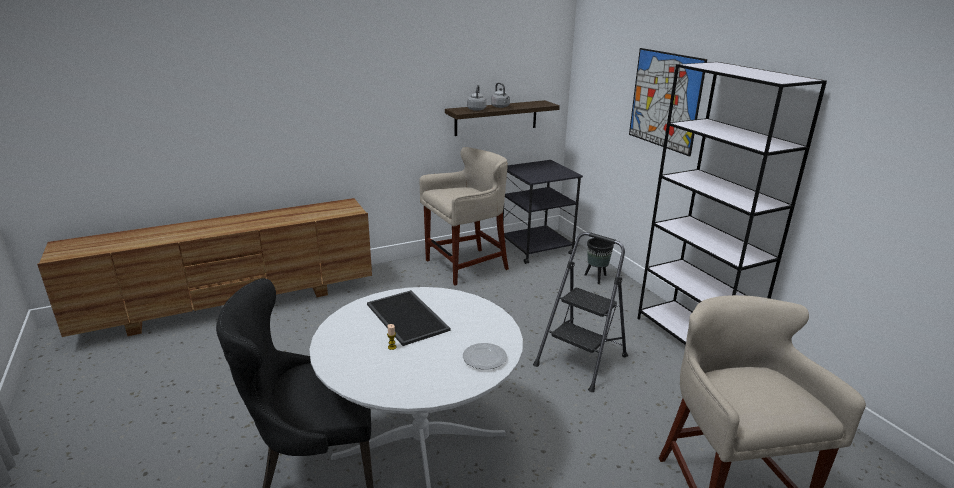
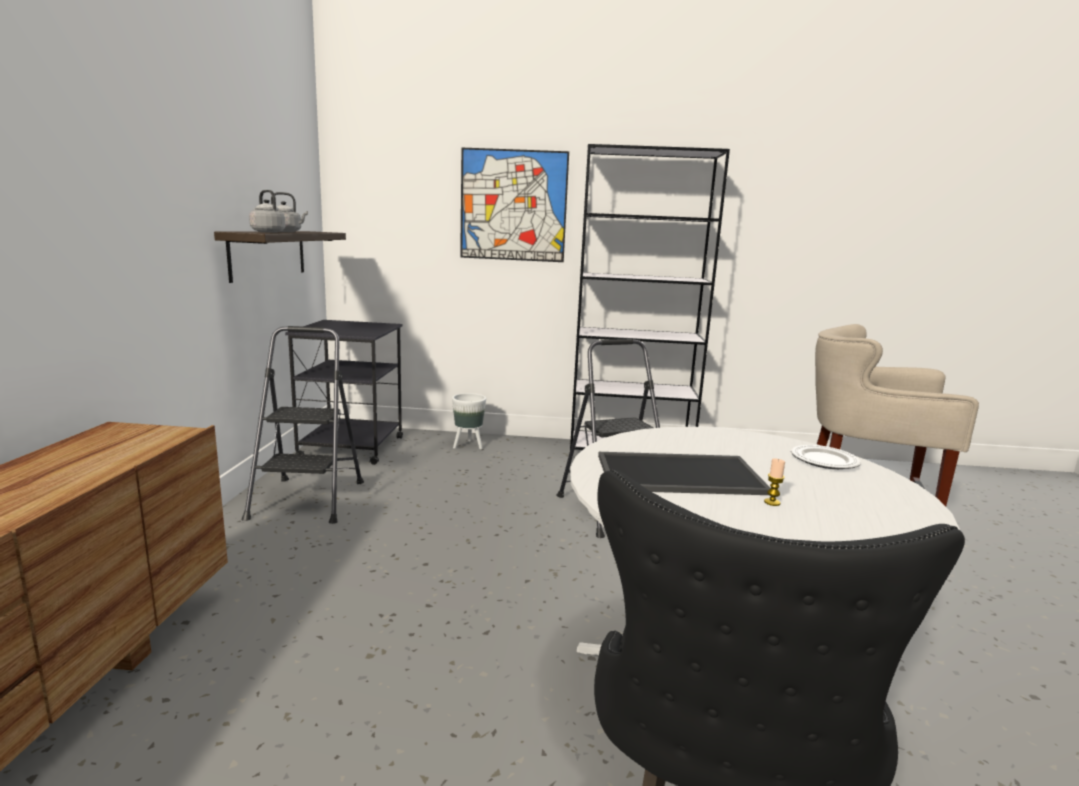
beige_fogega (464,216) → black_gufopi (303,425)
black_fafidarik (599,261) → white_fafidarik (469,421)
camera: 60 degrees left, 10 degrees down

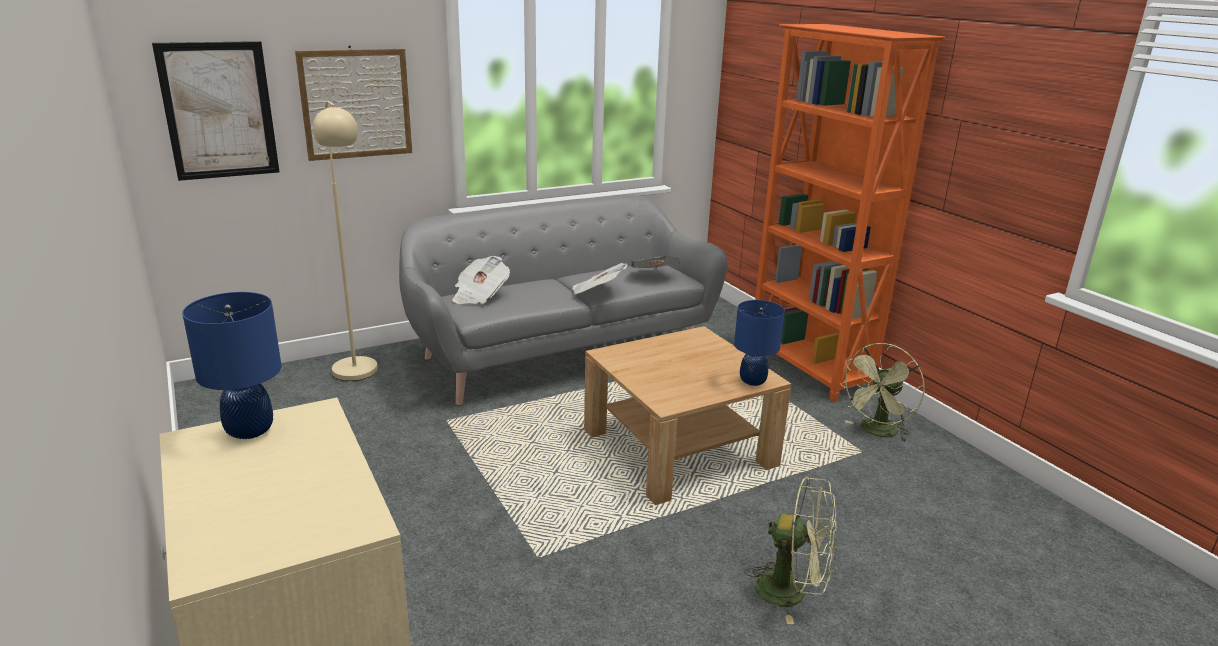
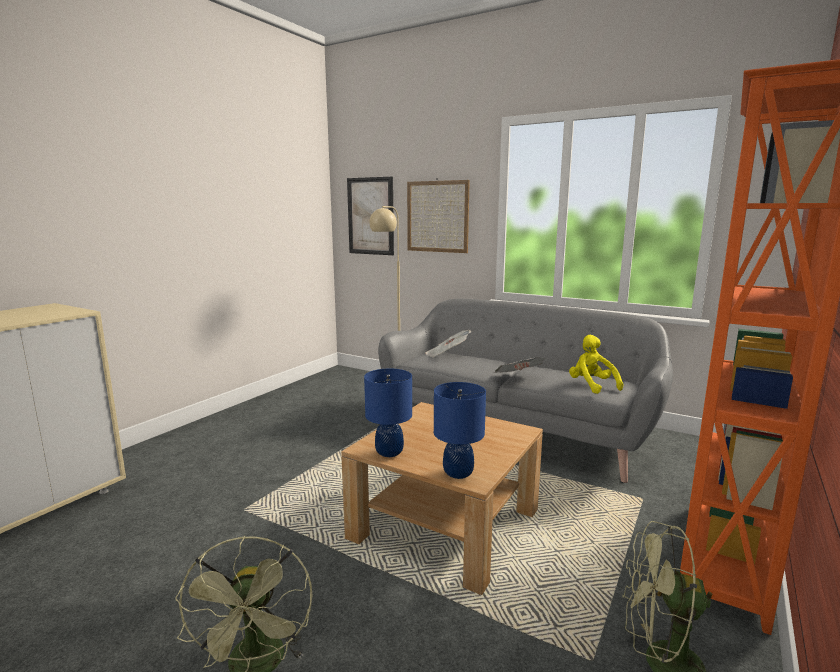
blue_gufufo (232,365) → blue_gufufo (388,413), relocated
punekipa (656,262) → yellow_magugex (596,364)
camera: 60 degrees right, 10 degrees down

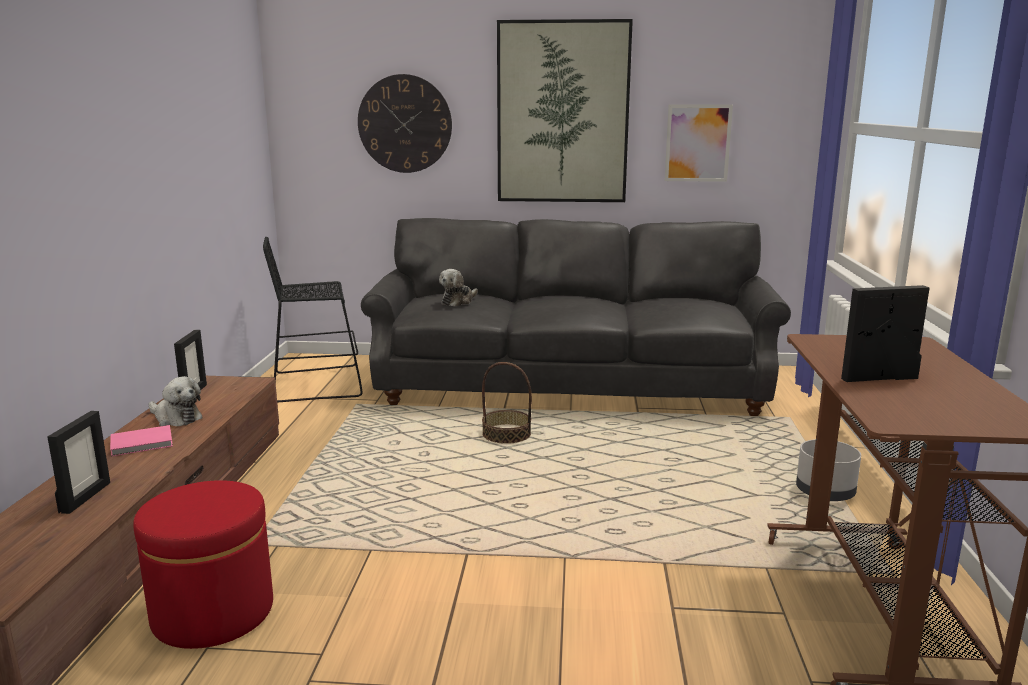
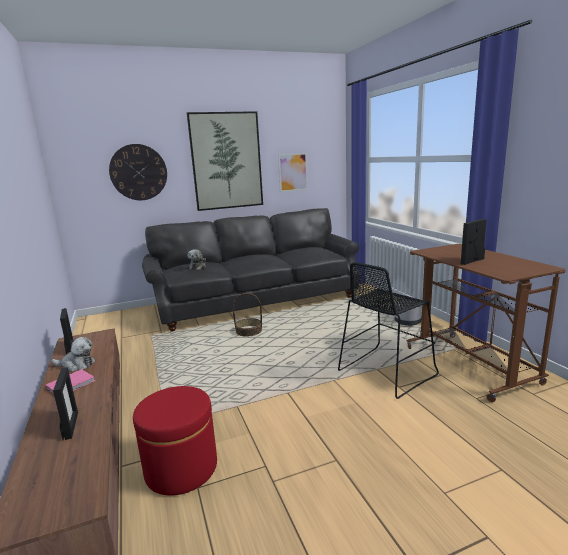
black_fogega (312,319) → black_fogega (388,330), relocated
camera: 25 degrees left, 0 degrees up

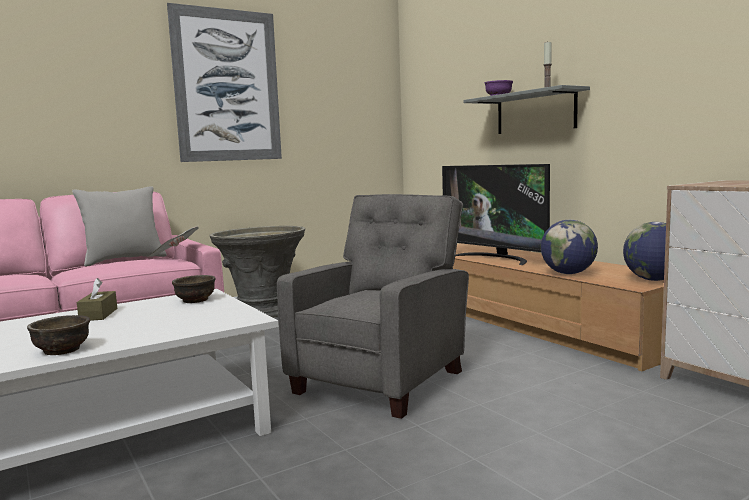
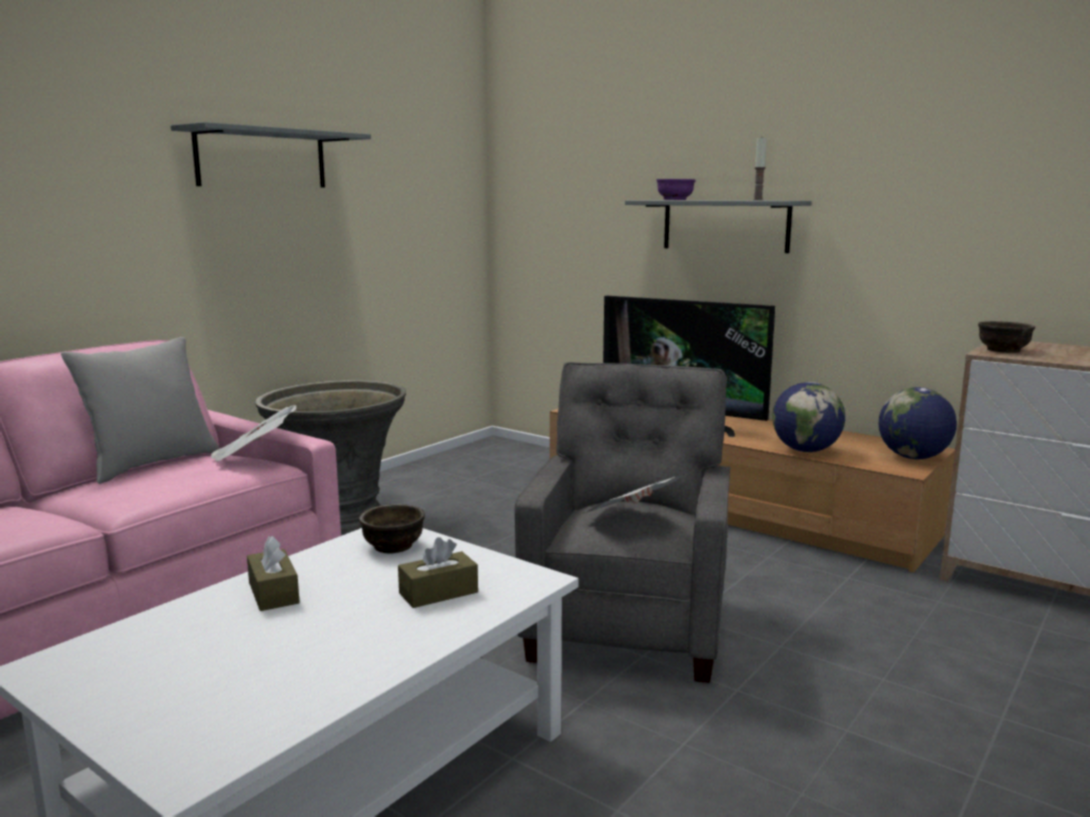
- → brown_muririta (438,572)
- → punekipa (632,495)
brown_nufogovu (58,335) → brown_nufogovu (1006,337), relocated
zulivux (224,82) → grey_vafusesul (271,155)
camera: 20 degrees left, 5 degrees up

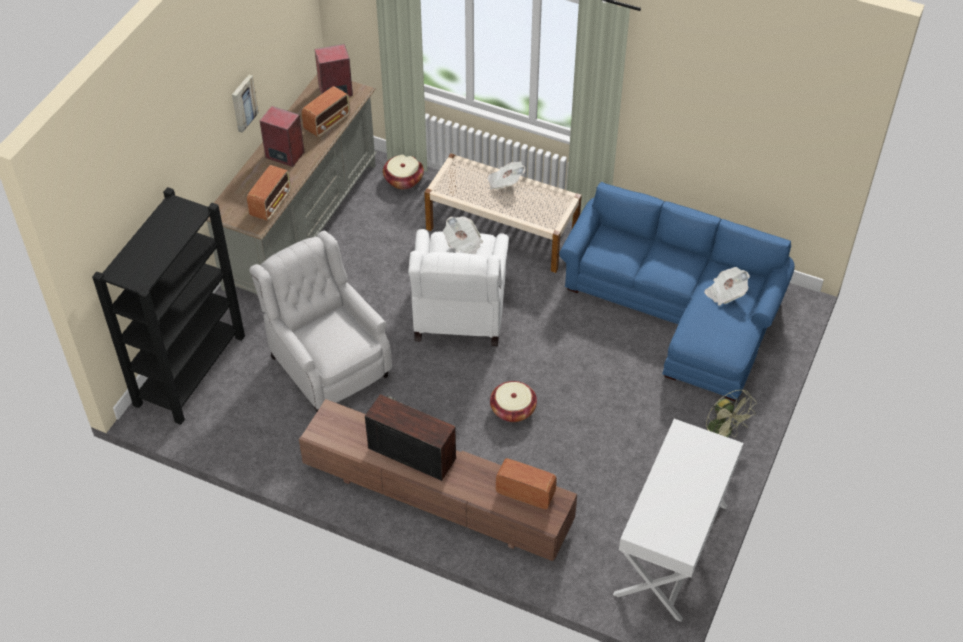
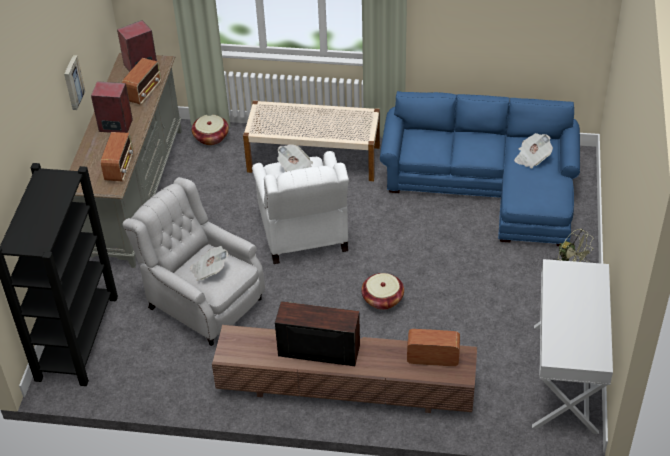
punekipa (506,175) → punekipa (209,263), relocated
camera: 15 degrees left, 5 degrees down

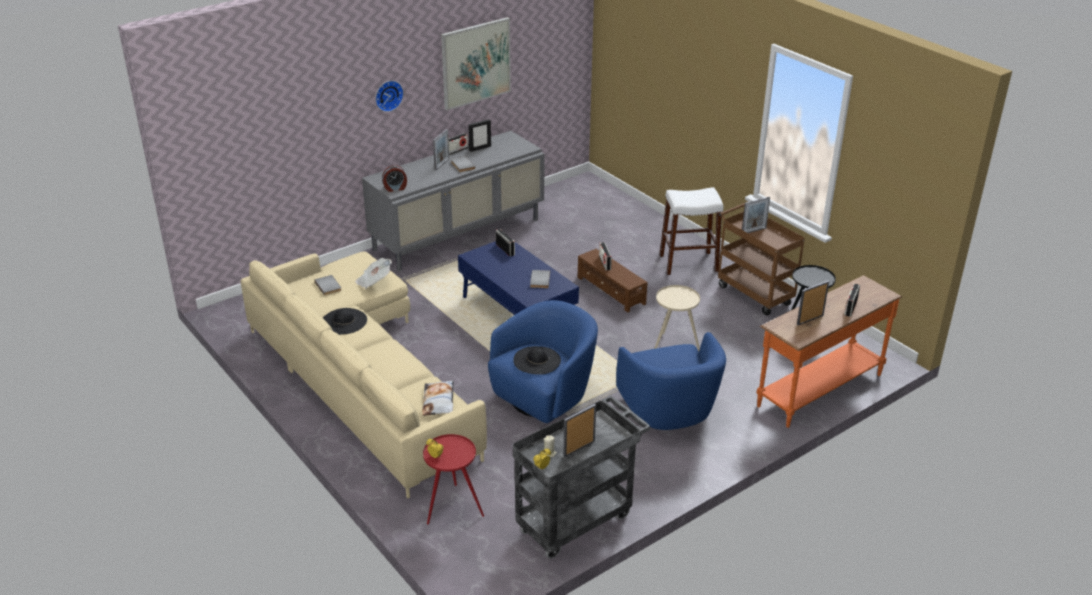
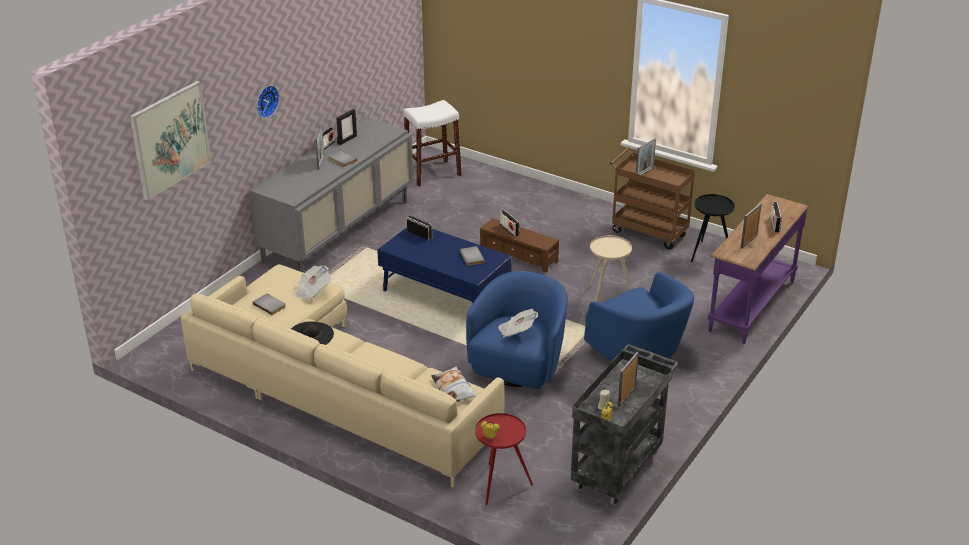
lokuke (394,178) → -
zulivux (476,63) → zulivux (170,140), relocated
white_fogega (692,231) → white_fogega (432,143), relocated
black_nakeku (537,360) → punekipa (518,323)
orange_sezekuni (829,351) → purple_sezekuni (758,269)
camera: 20 degrees left, 0 degrees up

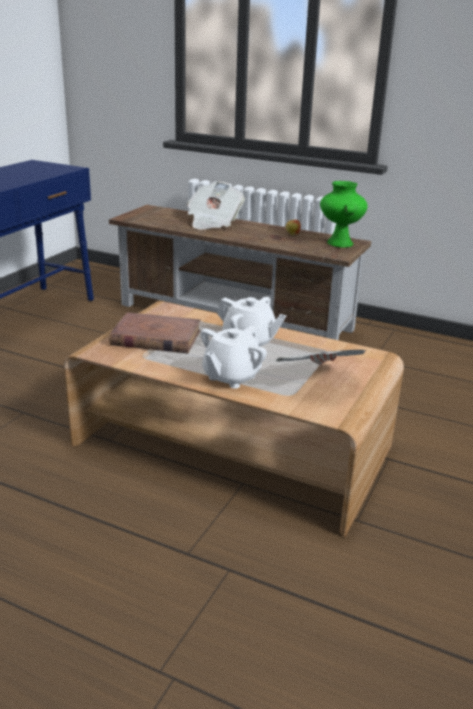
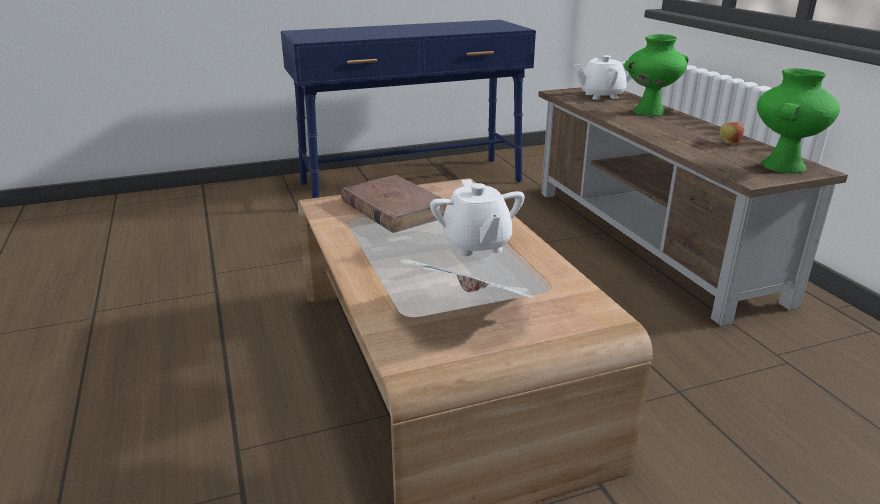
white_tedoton (234,357) → white_tedoton (603,77), relocated
punekipa (216,206) → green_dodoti (656,75)
camera: 45 degrees right, 0 degrees up

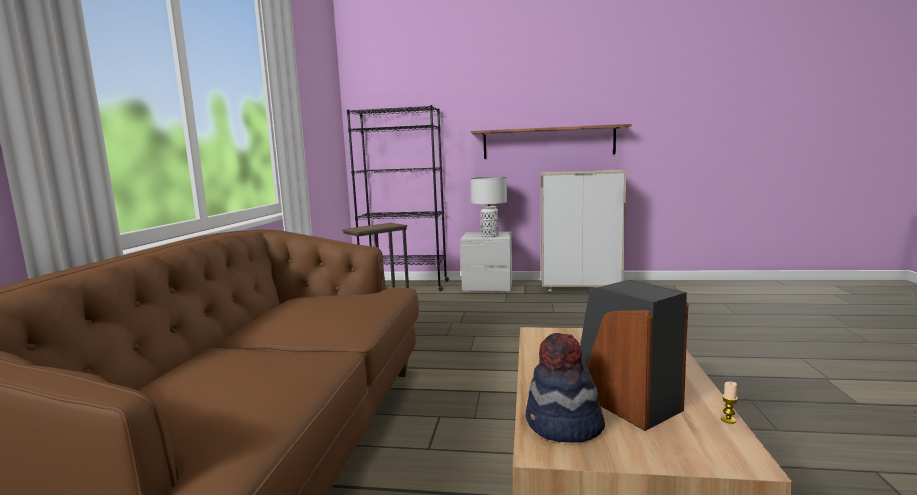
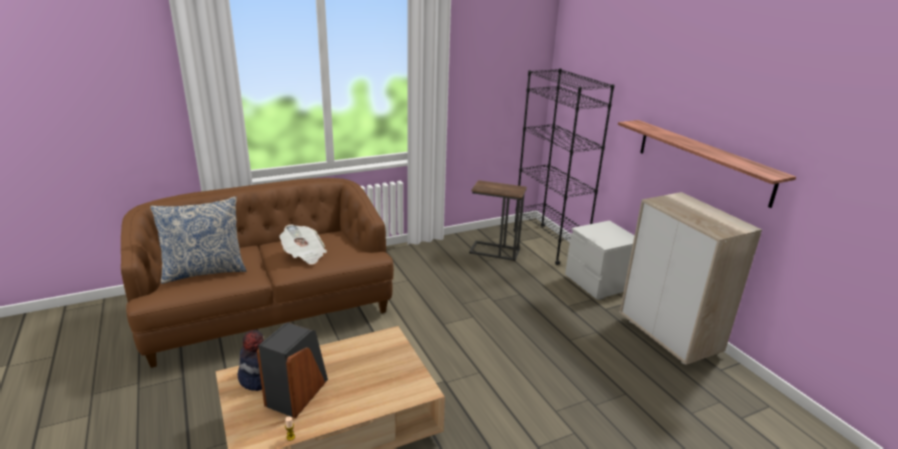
white_gufufo (489,207) → -
- → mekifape (198,240)
- → punekipa (303,244)
camera: 55 degrees right, 15 degrees up

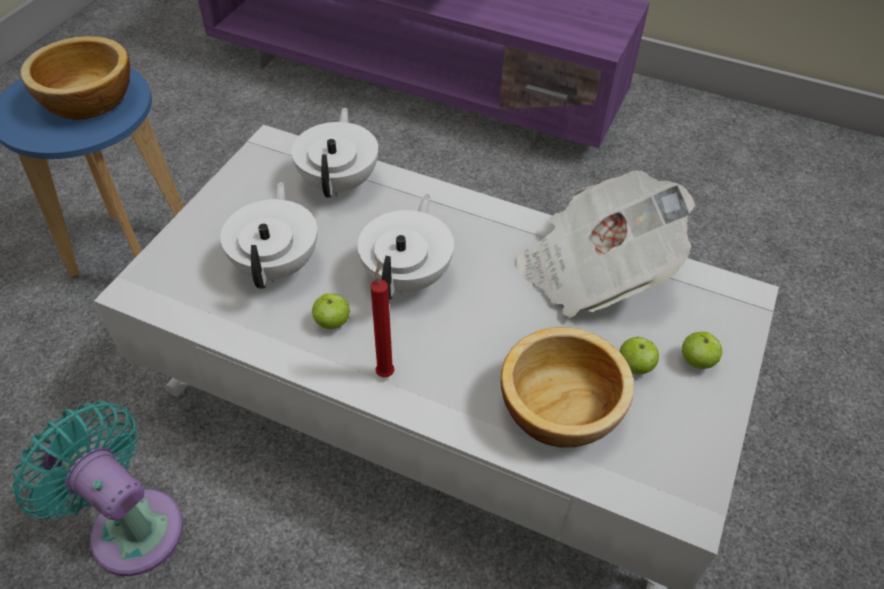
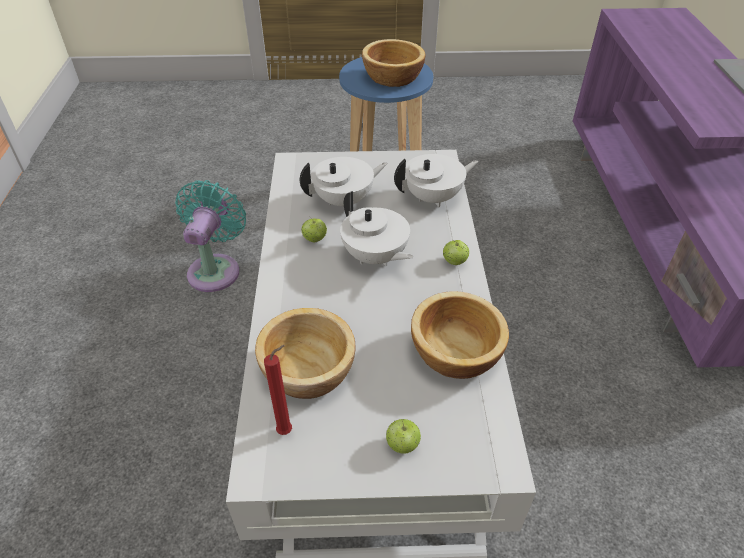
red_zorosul (383,318) → red_zorosul (278,390), relocated
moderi (639,355) → moderi (456,252), relocated
punekipa (605,244) → nufogovu (460,335)
white_tedoton (406,247) → white_tedoton (376,228), 60 degrees clockwise
camera: 65 degrees right, 5 degrees down

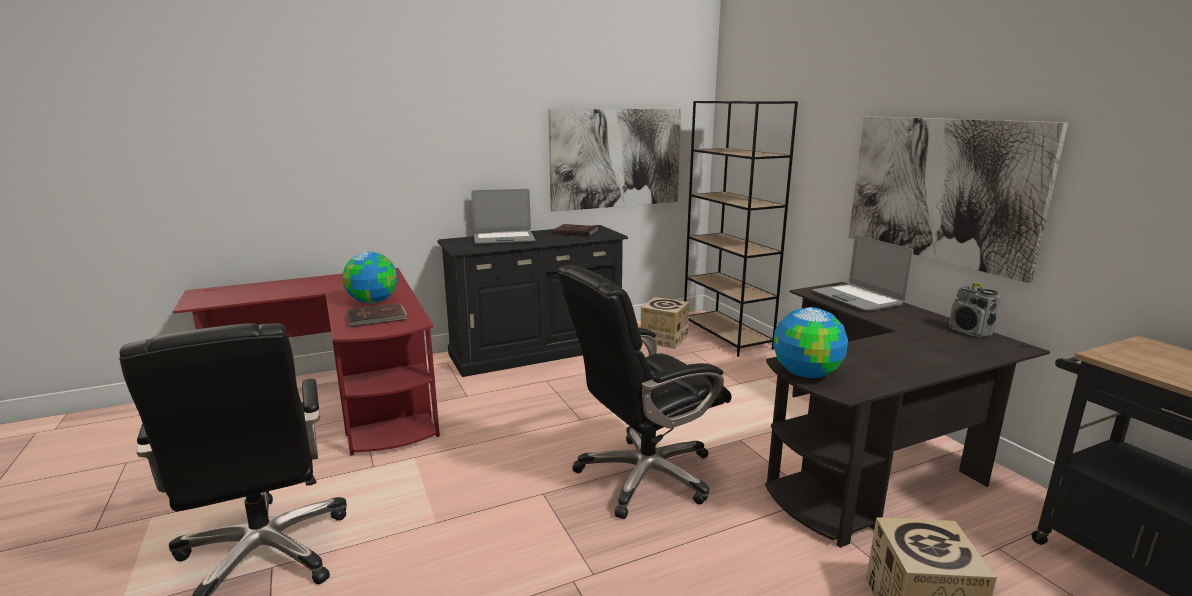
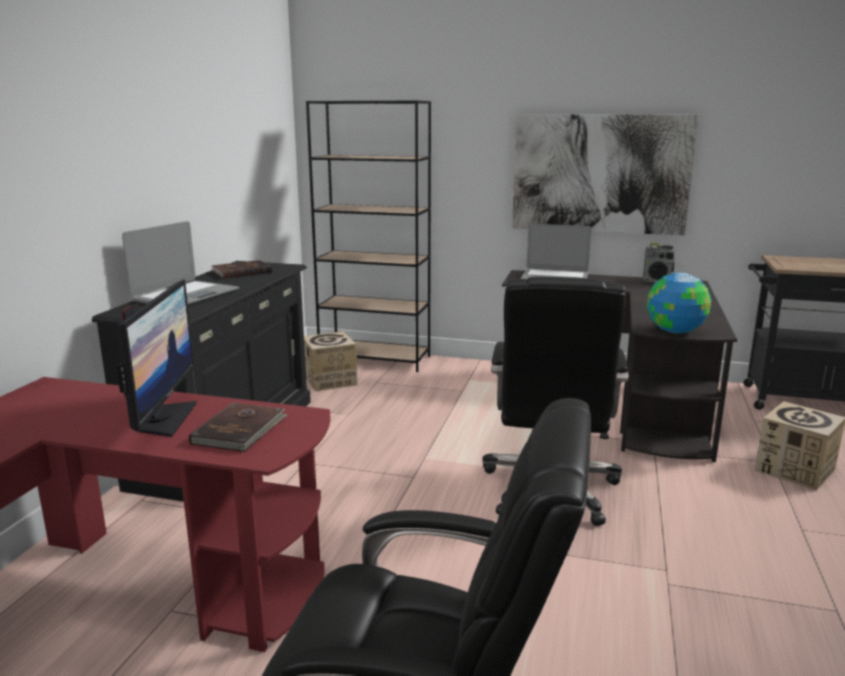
zulivux (614,160) → -
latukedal (370,278) → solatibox (156,358)
camera: 50 degrees left, 0 degrees up

